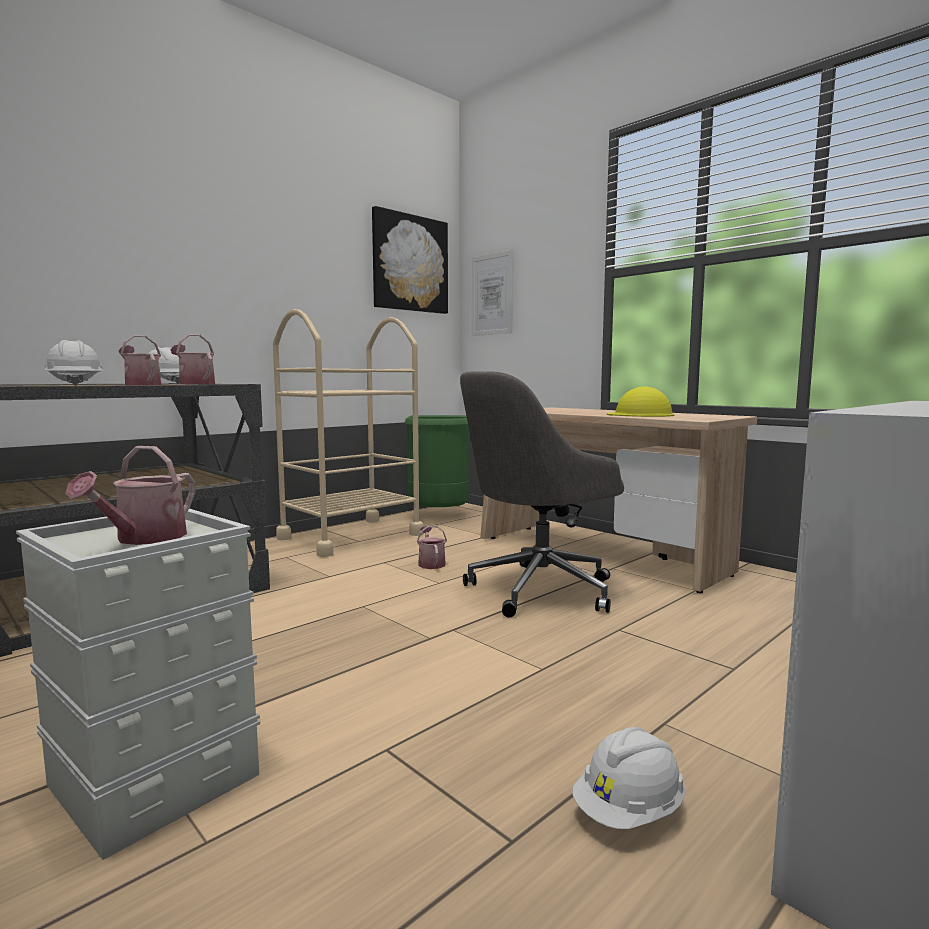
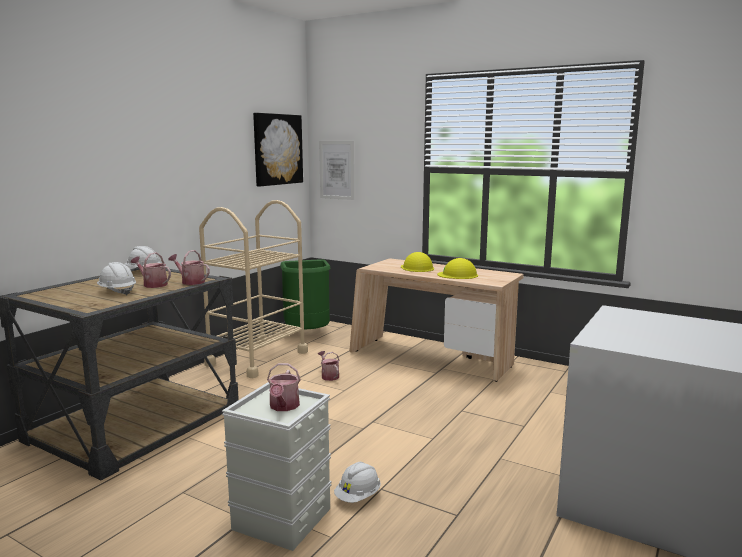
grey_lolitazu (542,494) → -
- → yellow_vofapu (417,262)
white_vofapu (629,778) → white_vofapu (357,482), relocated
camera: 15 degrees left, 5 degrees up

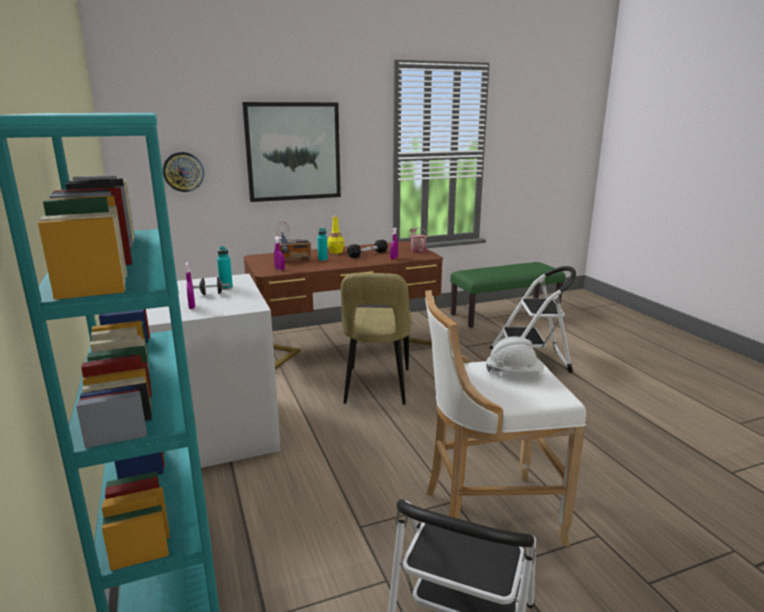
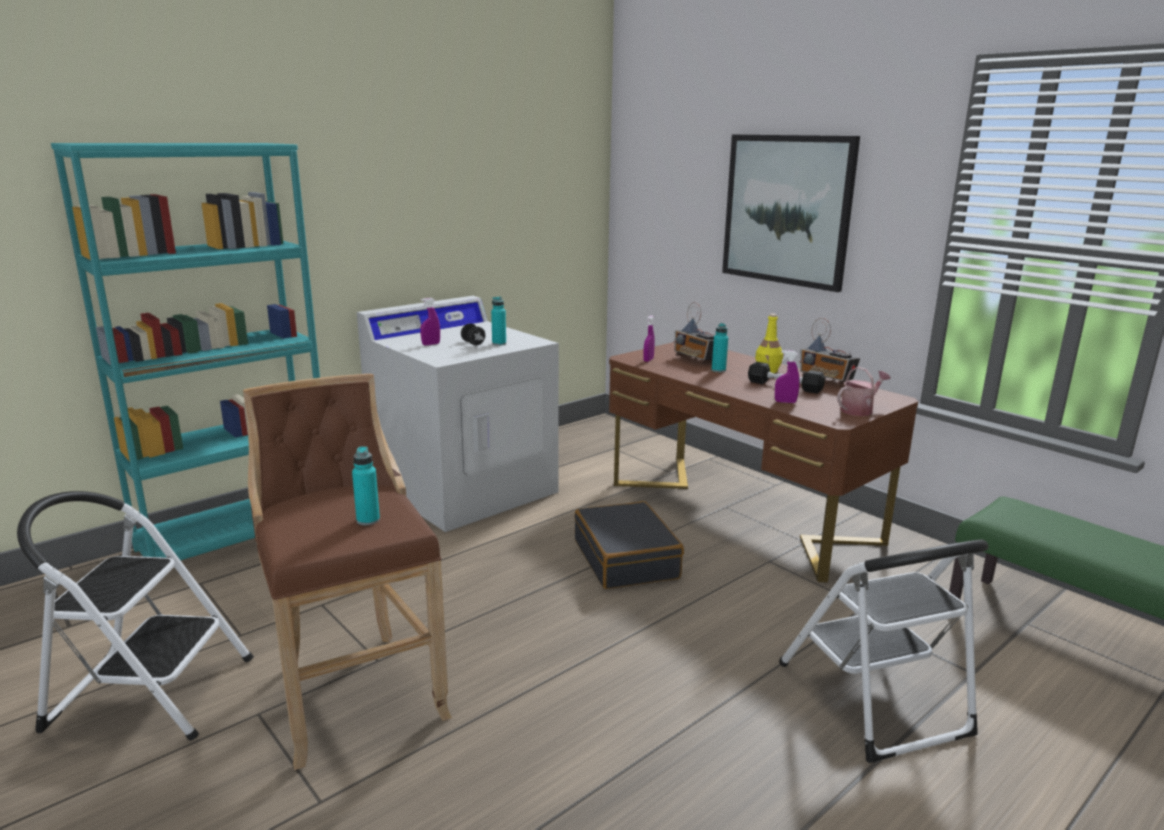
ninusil (183,172) → -
- → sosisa (829,351)
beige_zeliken (376,339) → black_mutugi (629,545)
white_vofapu (515,354) → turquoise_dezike (366,485)
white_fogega (505,418) → brown_fogega (347,572)
camera: 70 degrees right, 0 degrees up

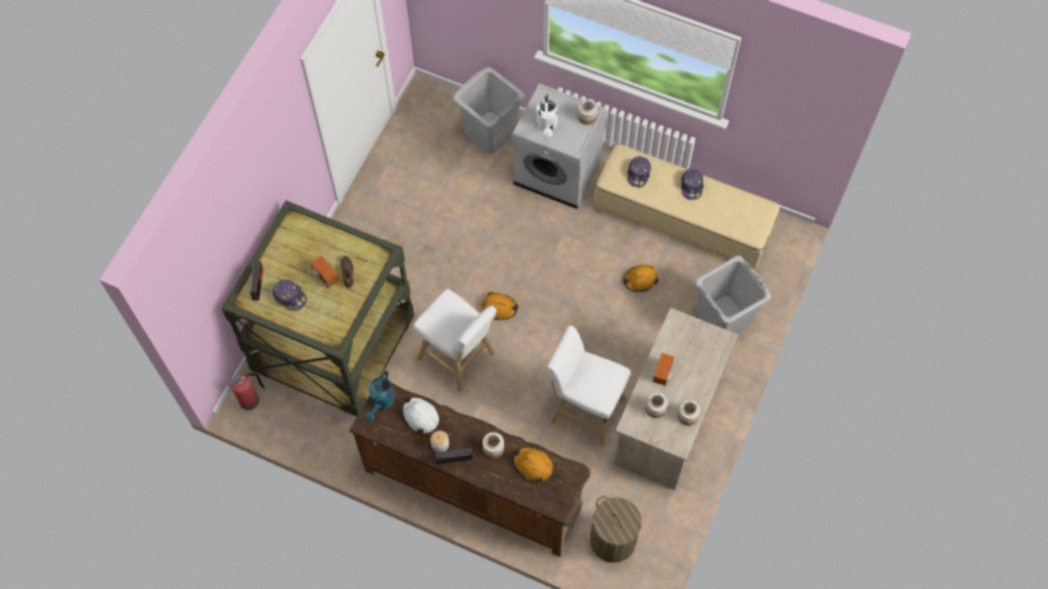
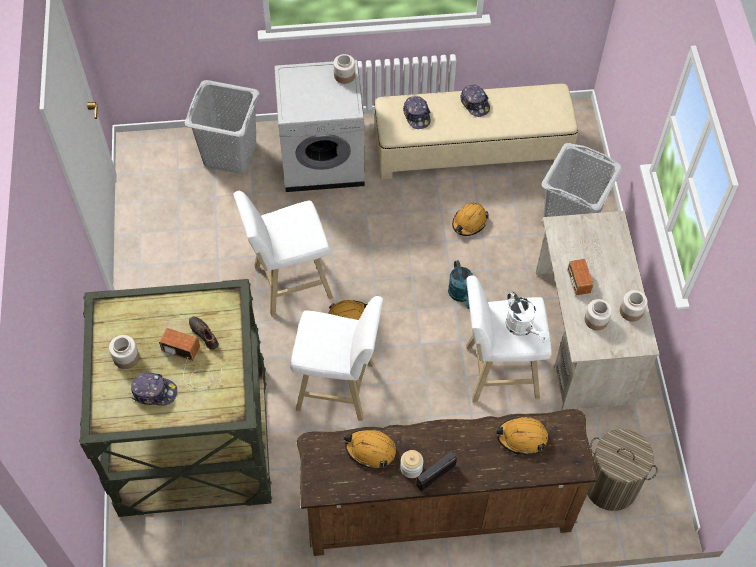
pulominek (245,391) → -
sosisa (256,280) → -
- → white_fogega (283,253)
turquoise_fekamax (379,396) → turquoise_fekamax (460,284), relocated
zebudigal (493,445) → zebudigal (124,352), relocated
white_fekamax (547,115) → white_fekamax (527,317), relocated
white_vofapu (420,415) → orange_vofapu (370,448)
camera: 30 degrees left, 5 degrees down

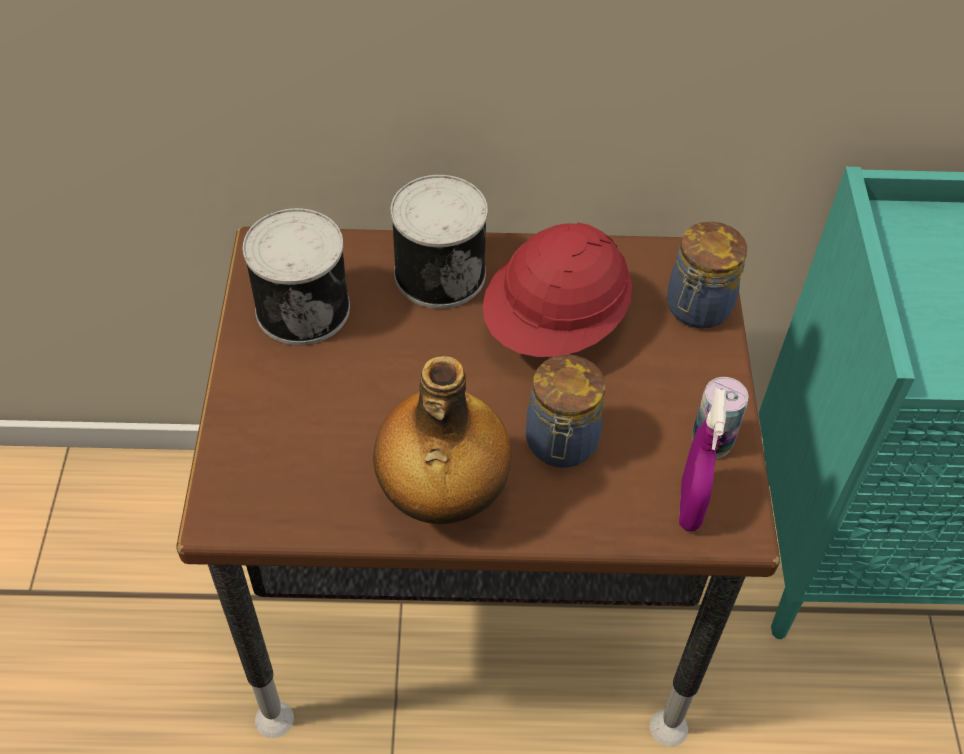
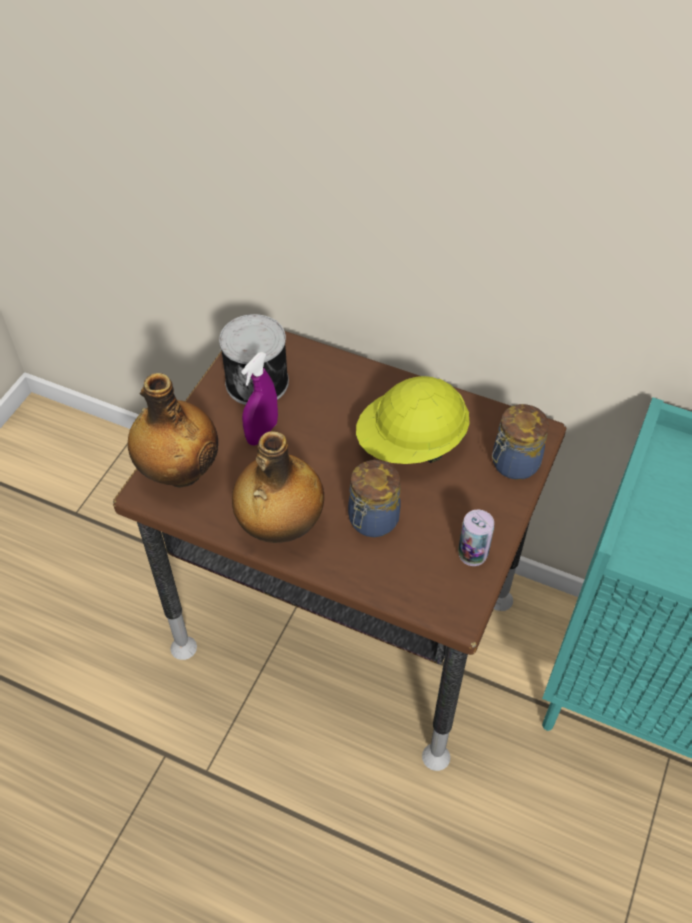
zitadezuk (439,242) → -
- → dezike (173,430)
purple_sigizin (702,460) → purple_sigizin (259,399), relocated
red_vofapu (557,289) → yellow_vofapu (413,420)
camera: 25 degrees right, 0 degrees up

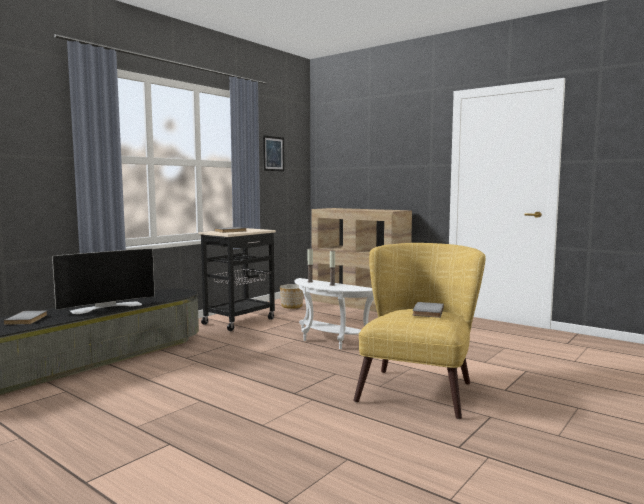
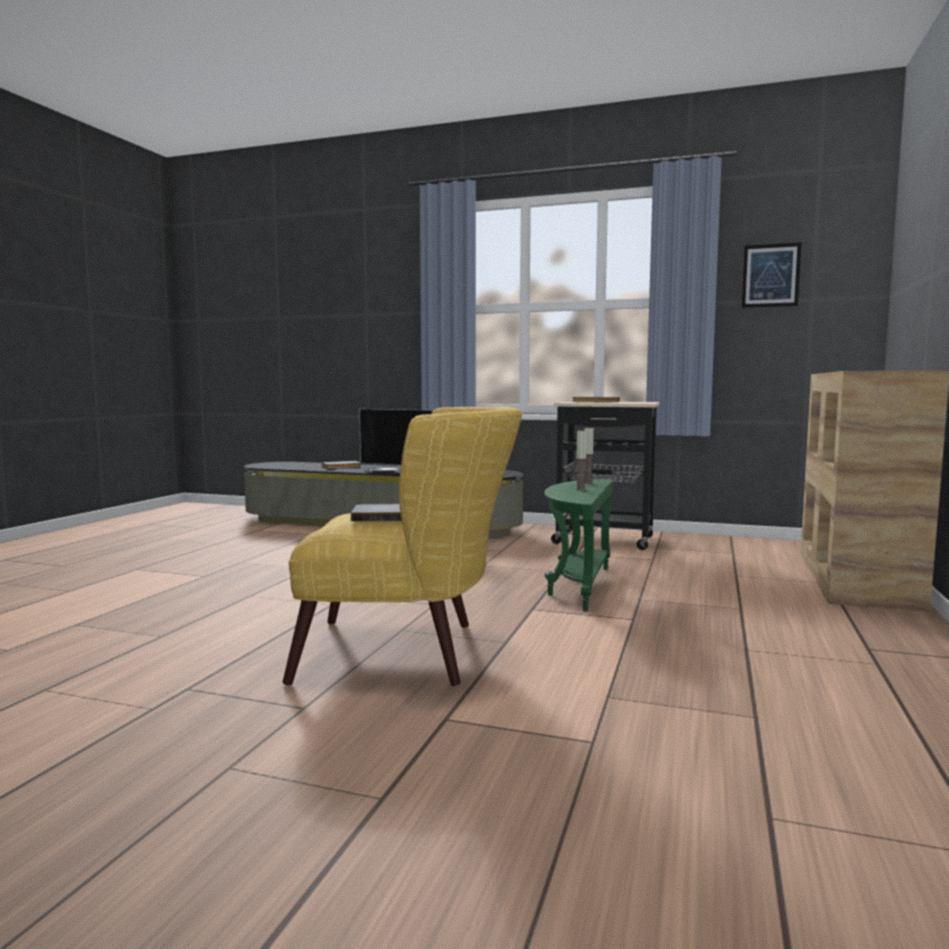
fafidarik (291,296) → -
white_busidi (334,313) → green_busidi (578,545)
camera: 70 degrees right, 0 degrees up

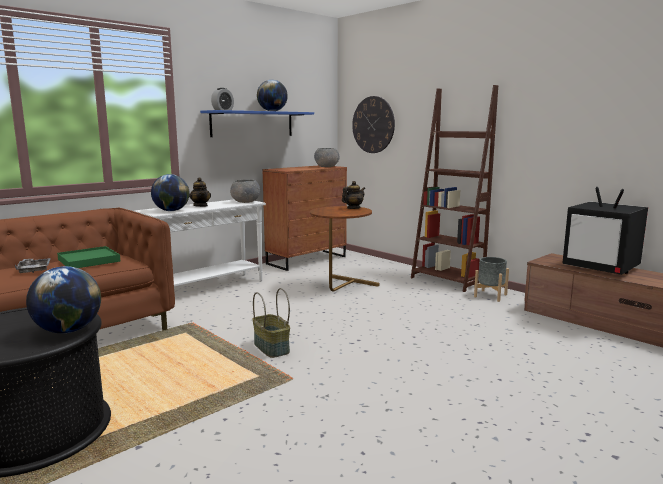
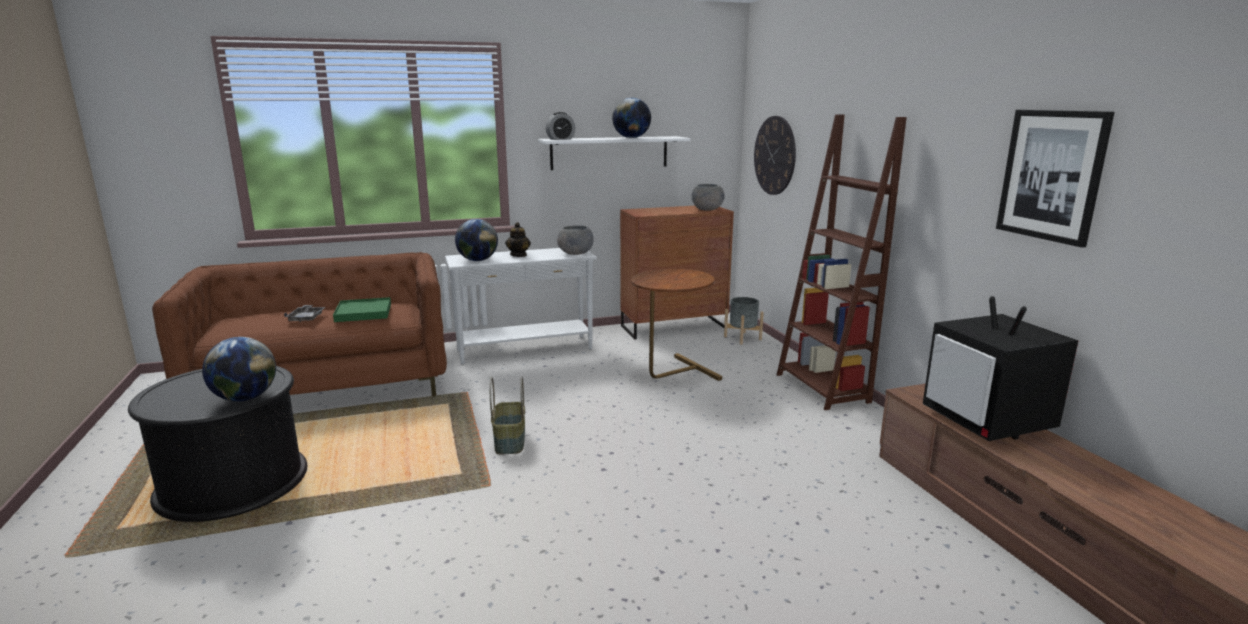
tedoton (353,195) → -
- → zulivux (1055,178)
grey_fafidarik (491,279) → grey_fafidarik (744,321), relocated
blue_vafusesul (257,123) → white_vafusesul (614,153)
camera: 25 degrees right, 5 degrees up

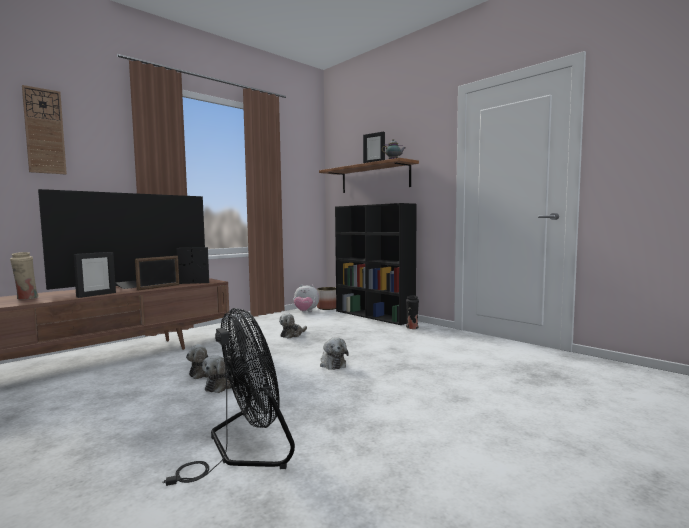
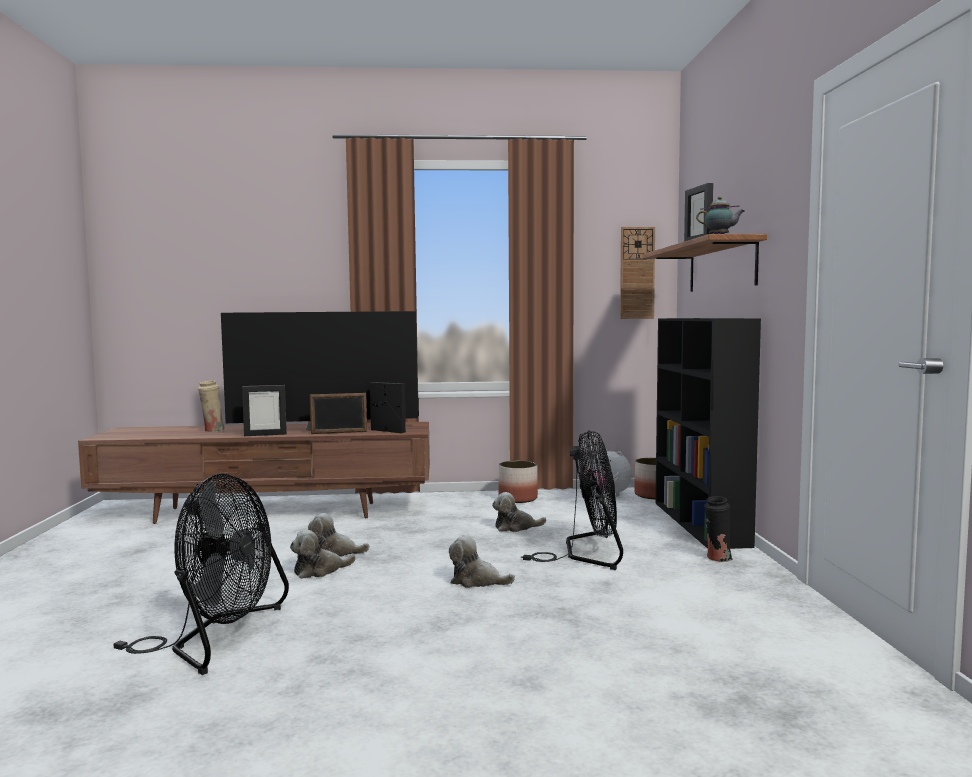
- → fafidarik (518,482)
- → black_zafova (572,500)
ninusil (44,129) → ninusil (637,273), relocated
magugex (334,354) → magugex (482,561), 90 degrees clockwise
camera: 40 degrees right, 0 degrees up

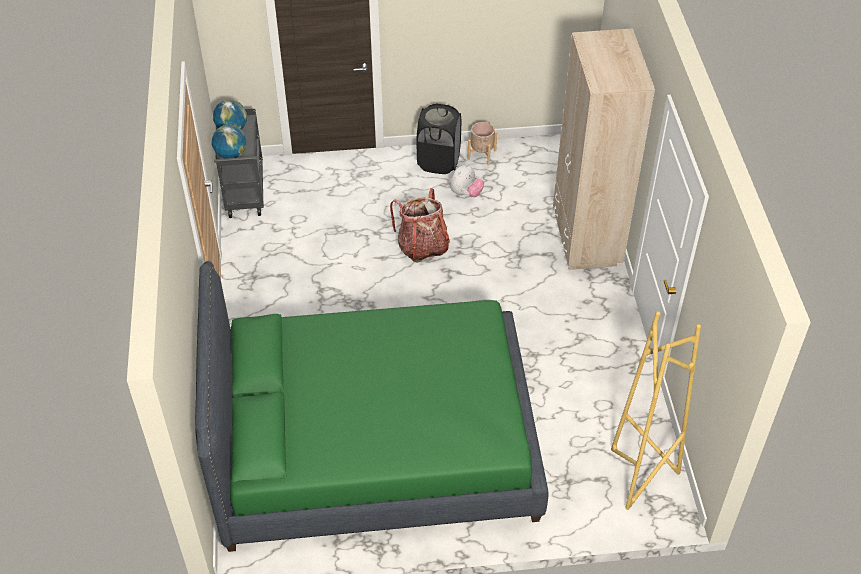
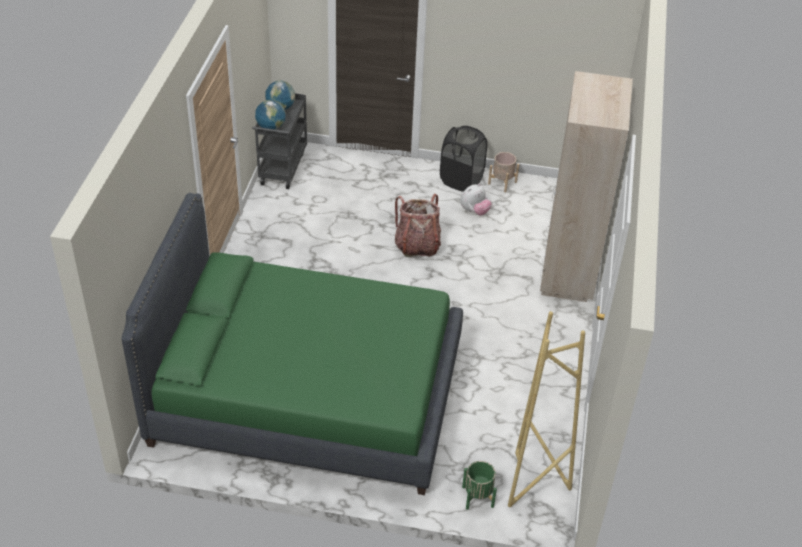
- → green_fafidarik (479,485)
camera: 15 degrees right, 5 degrees down

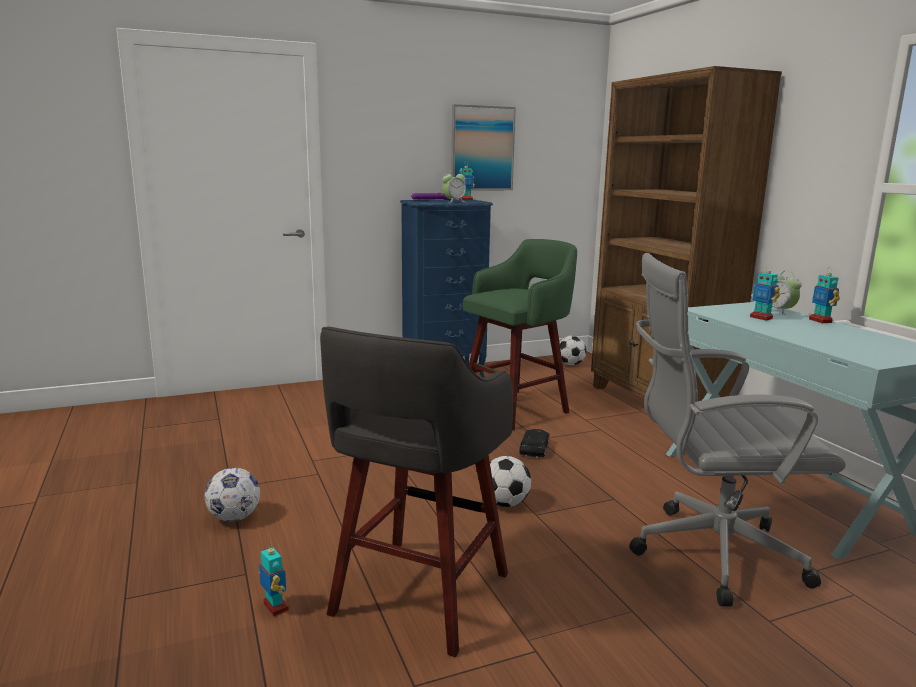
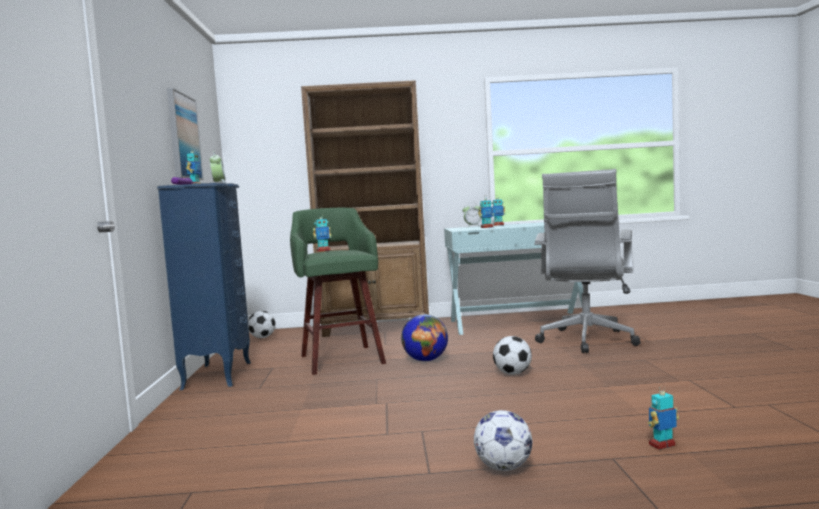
grey_fogega (416,492) → -
- → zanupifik (322,232)
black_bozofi (534,443) → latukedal (424,337)
camera: 70 degrees left, 10 degrees down

